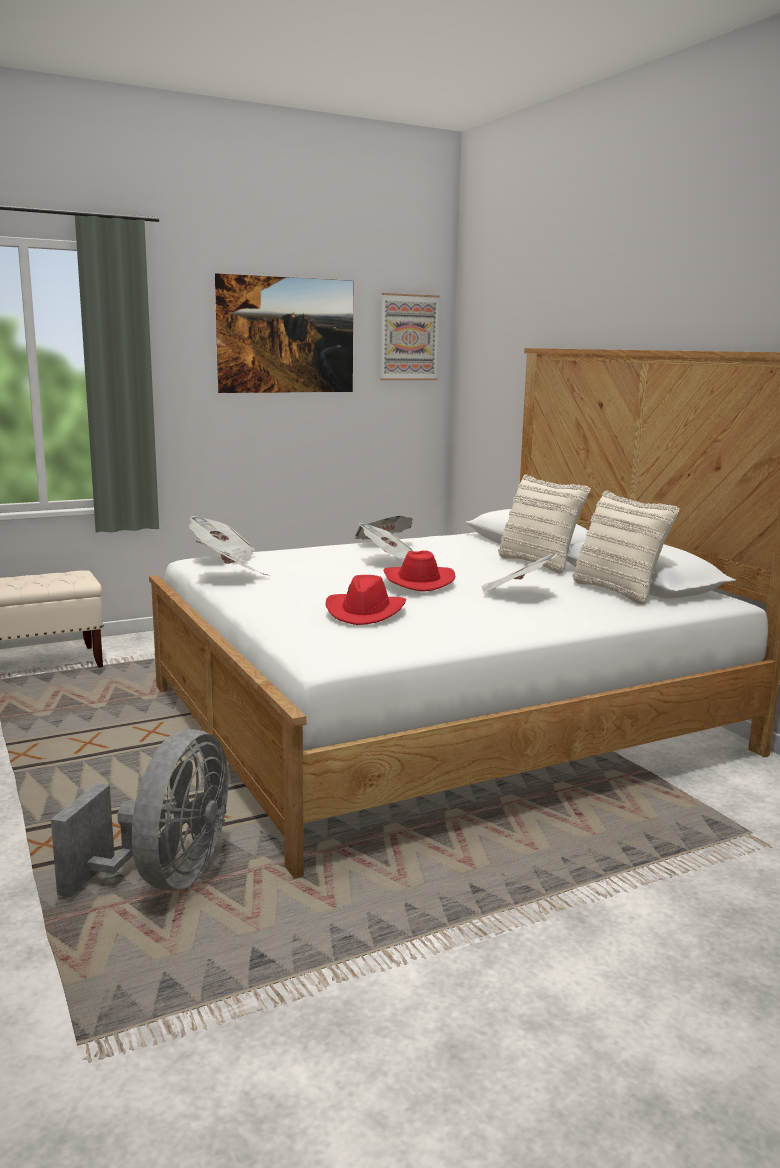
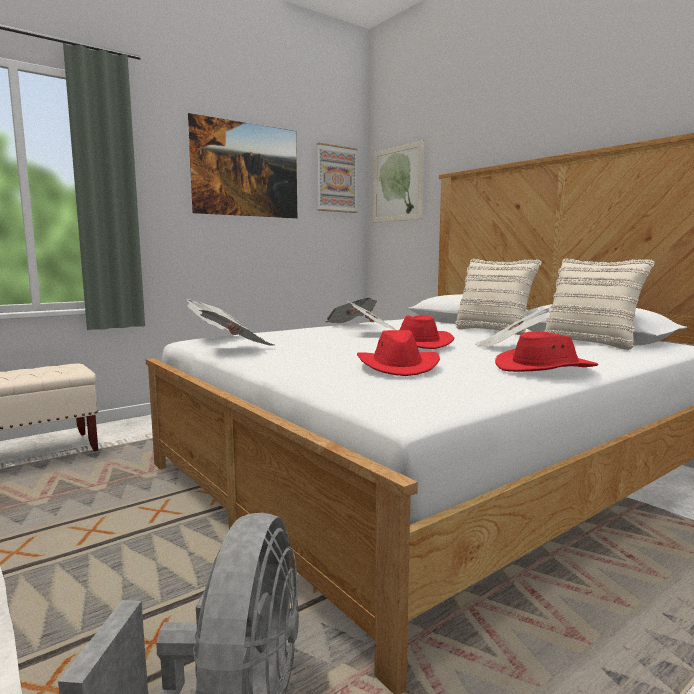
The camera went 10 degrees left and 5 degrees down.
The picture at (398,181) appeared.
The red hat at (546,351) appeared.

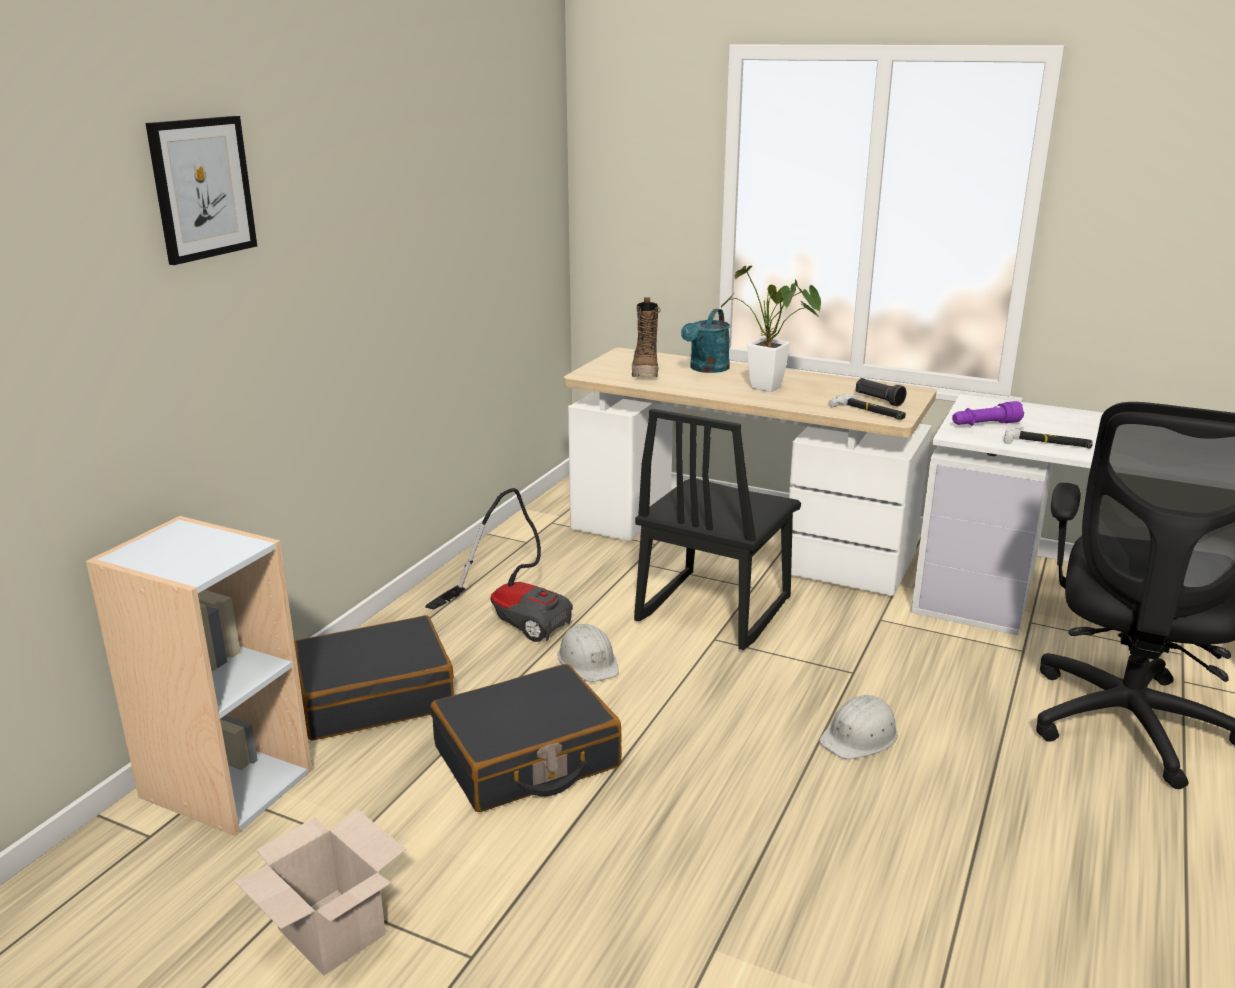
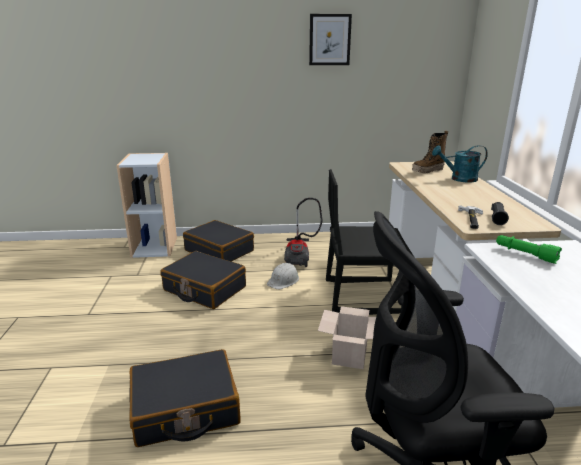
The camera went 60 degrees right and 0 degrees up.
The black suitcase at (185,398) appeared.
The picture moved from (201,190) to (330,39).
The cardboard box moved from (320,892) to (347,337).
The purple flashlight at (988,413) became the green flashlight at (529,249).
The potted plant at (770,329) disappeared.
The white hard hat at (858,727) disappeared.
The hammer at (1048,438) disappeared.

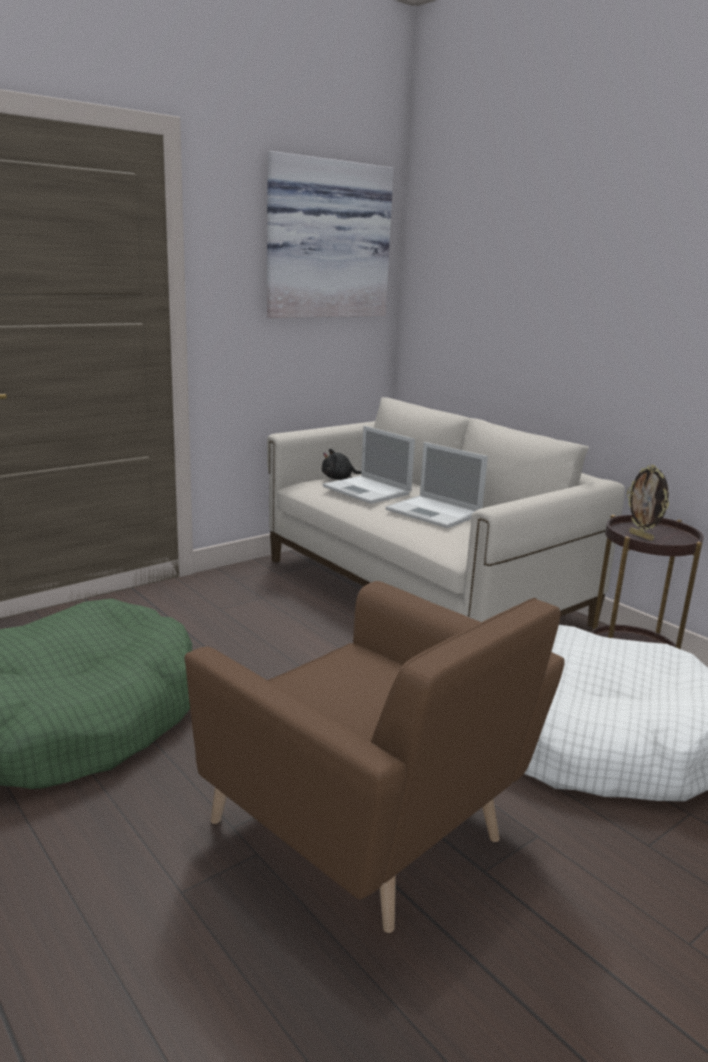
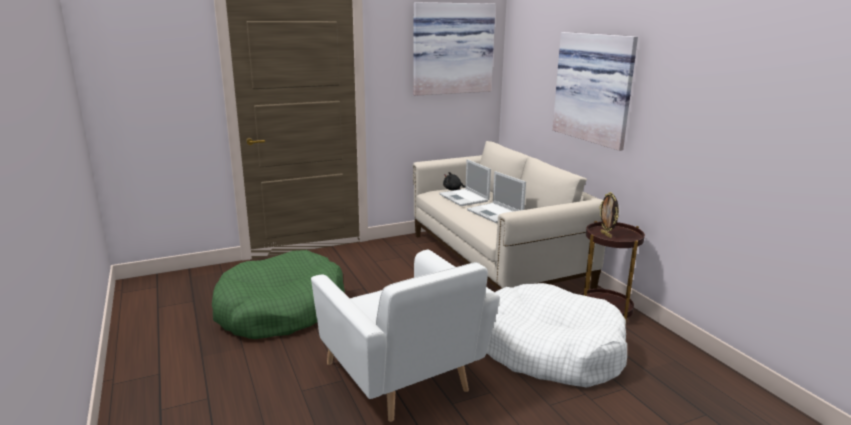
The camera went 15 degrees right and 0 degrees up.
The brown armchair at (374,757) became the white armchair at (405,336).
The picture at (595,91) appeared.

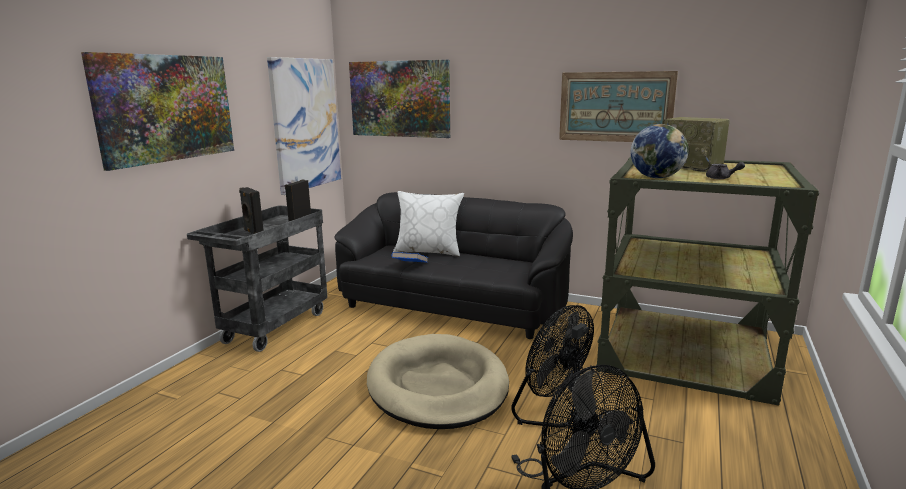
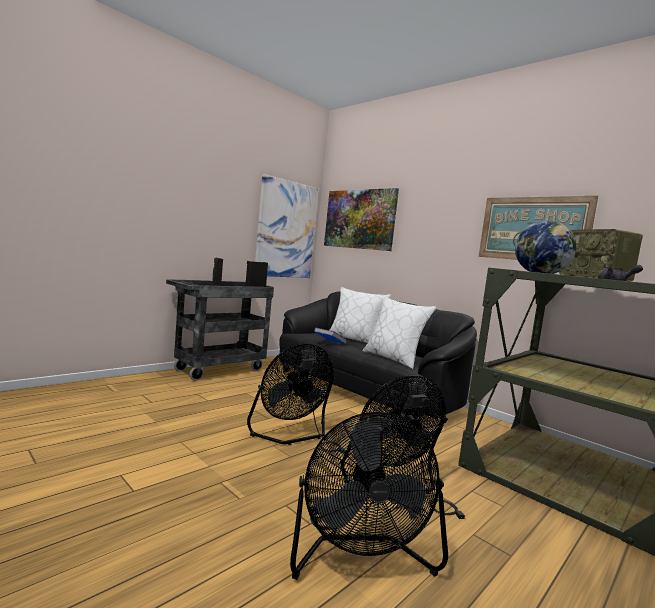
The camera went 20 degrees right and 10 degrees down.
The beige dog bed at (438,381) was replaced by the black fan at (296,398).
The white pillow at (399,333) appeared.
The picture at (157,111) disappeared.

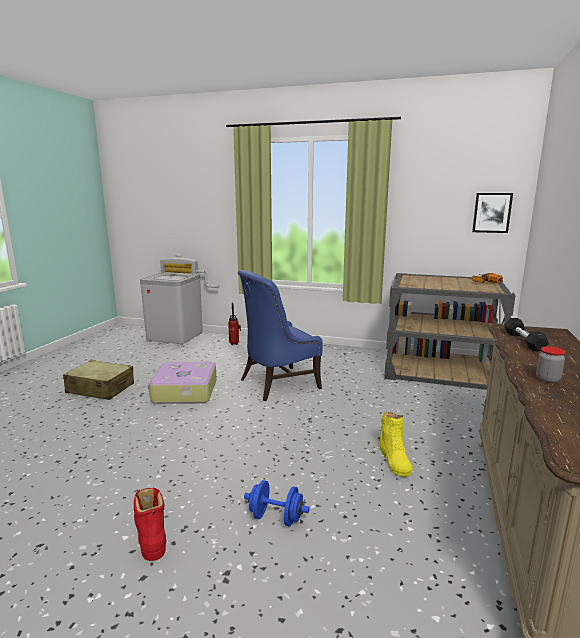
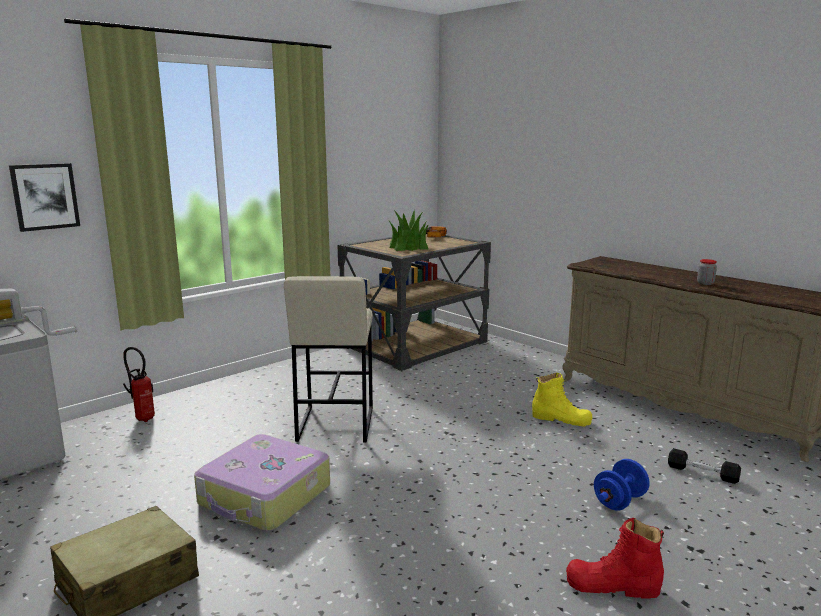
The camera went 60 degrees left and 0 degrees up.
The picture moved from (492,213) to (44,197).
The blue chair at (280,335) was replaced by the beige stool at (328,359).
The potted plant at (409,230) appeared.
The black dumbbell moved from (526,334) to (704,466).

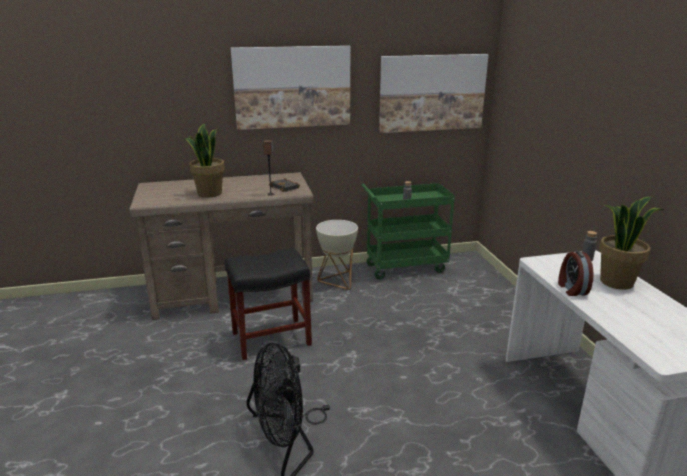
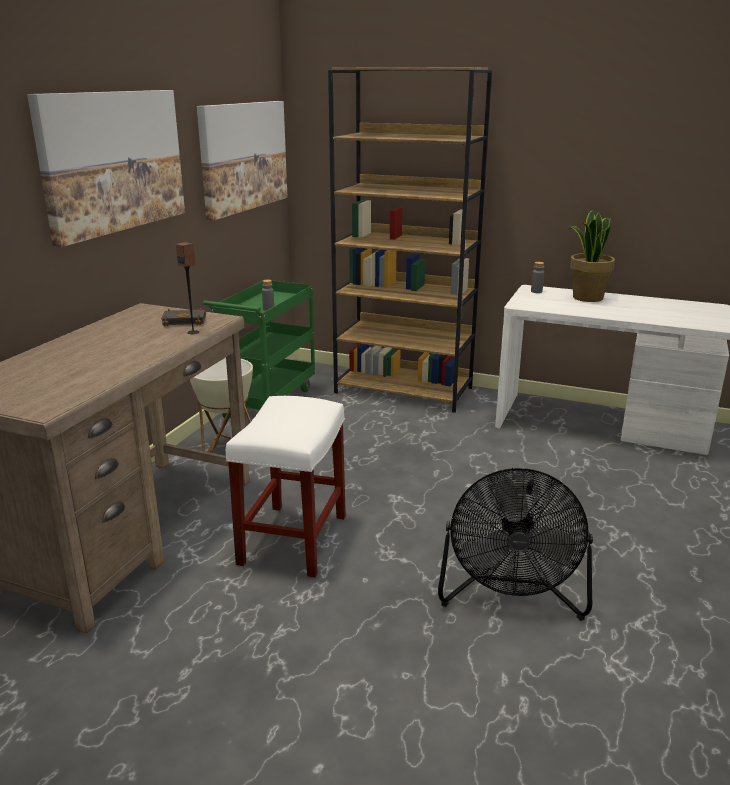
The camera went 55 degrees left and 0 degrees up.
The black stool at (268,304) became the white stool at (286,486).
The brown bookcase at (410,240) appeared.
The potted plant at (204,161) disappeared.
The alarm clock at (576,273) disappeared.

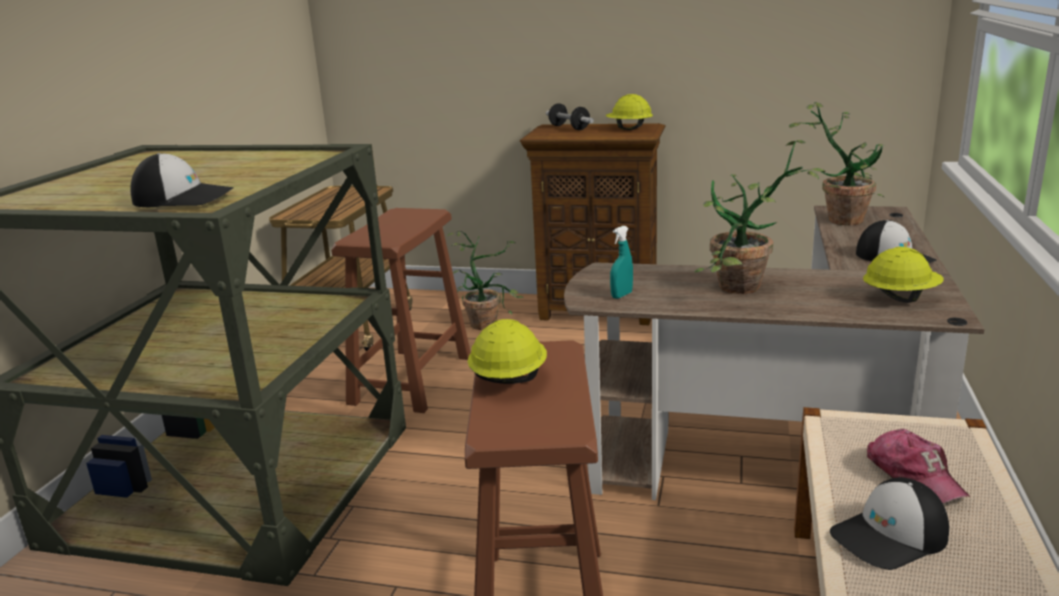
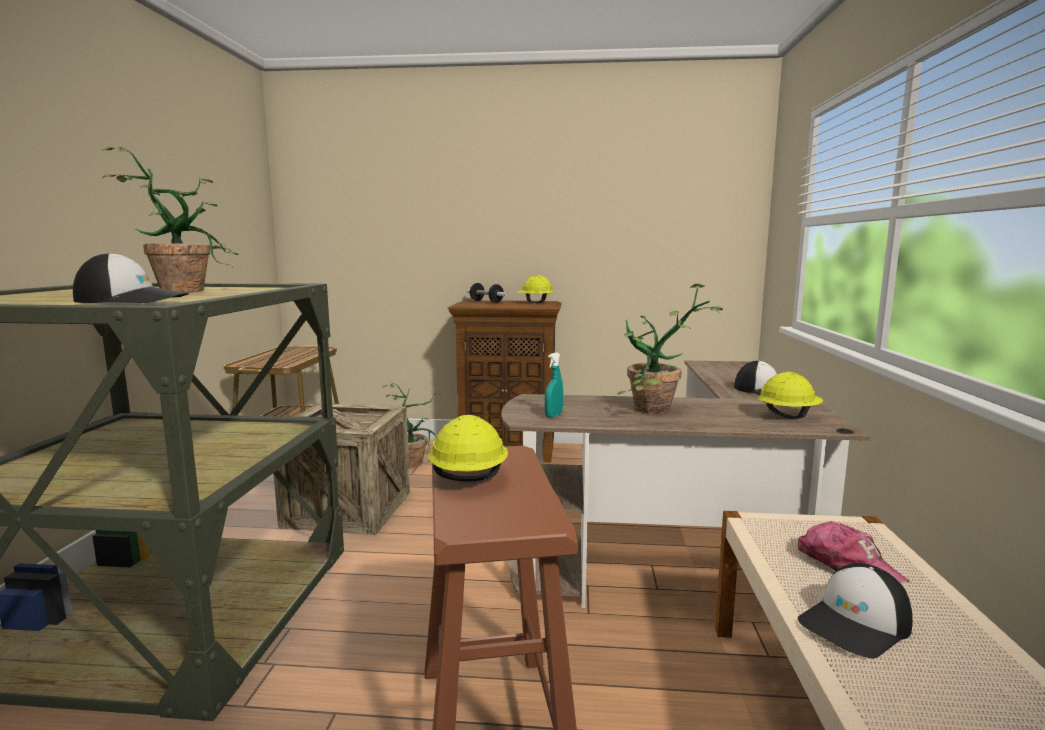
The camera went 10 degrees left and 10 degrees down.
The potted plant moved from (837,163) to (170,220).
The brown stool at (401,310) was replaced by the crate at (342,469).

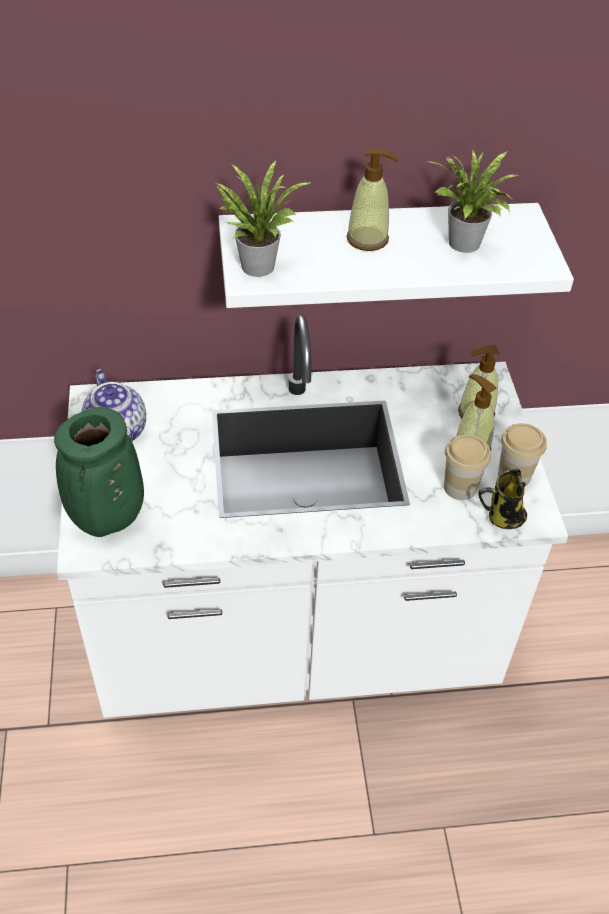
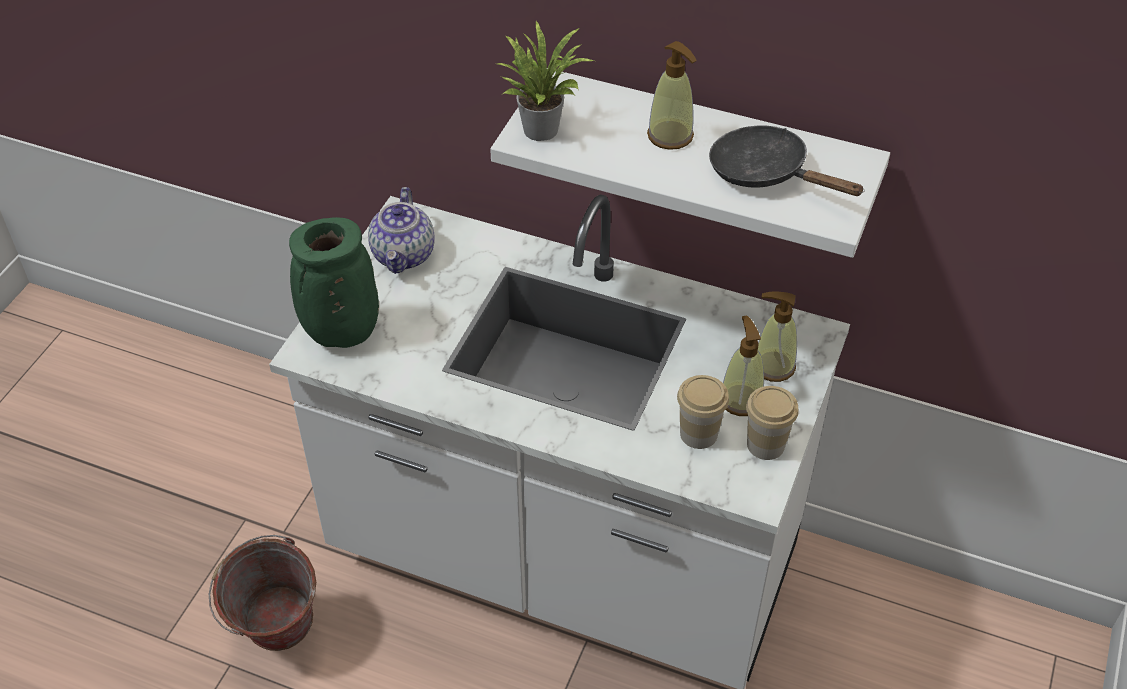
The camera went 30 degrees right and 0 degrees up.
The bucket at (262,593) appeared.
The potted plant at (472,201) was replaced by the black frying pan at (787,160).
The mug at (502,498) disappeared.

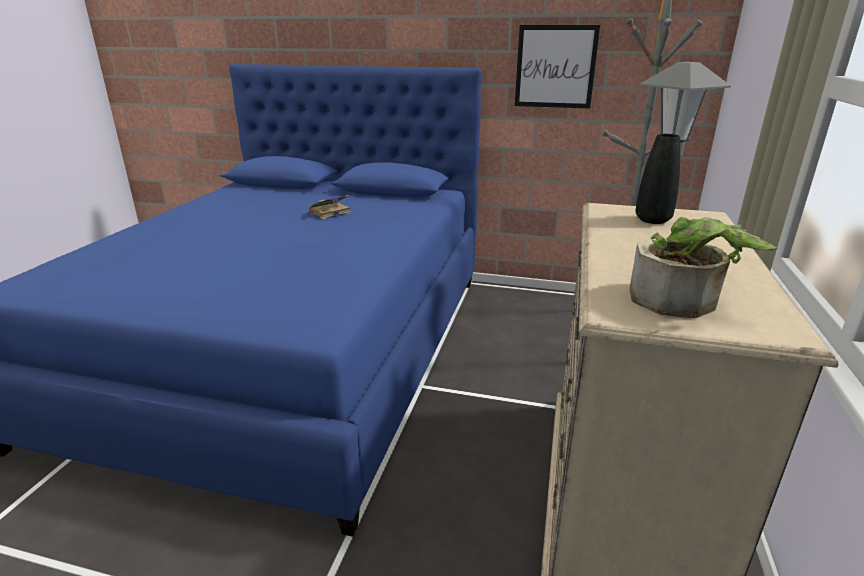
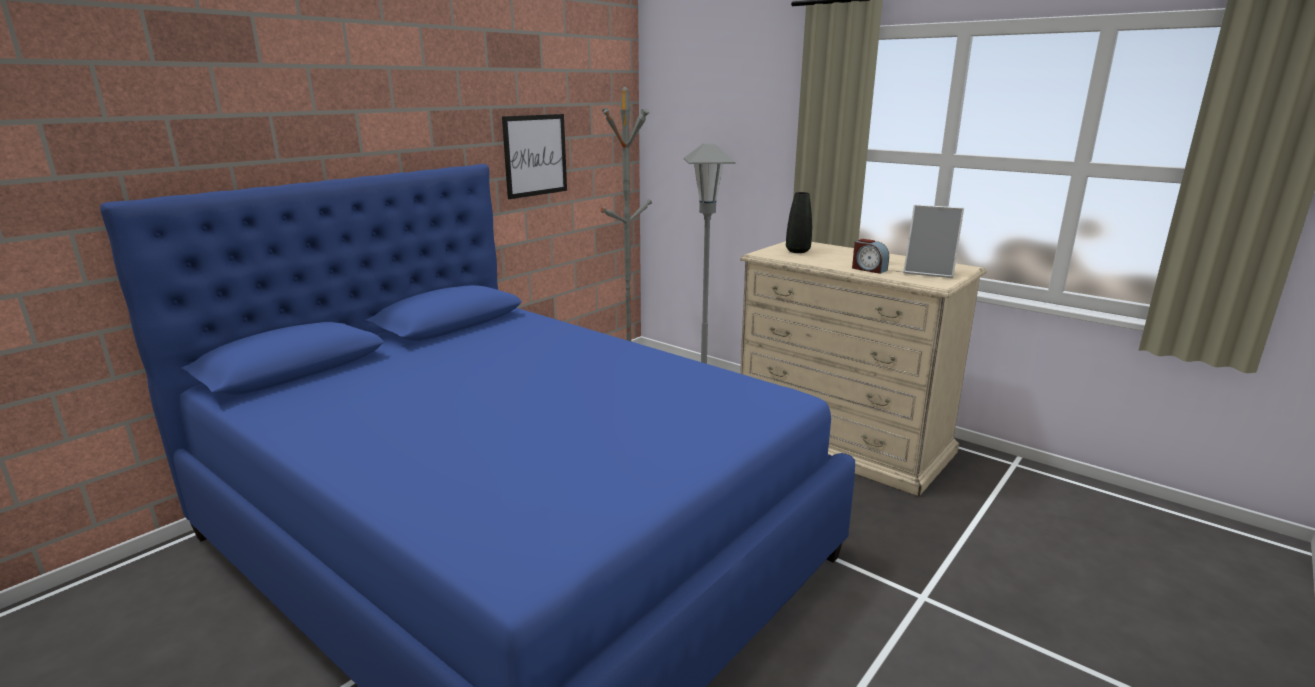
The camera went 65 degrees left and 5 degrees down.
The alarm clock at (870,256) appeared.
The potted plant at (704,267) was replaced by the picture frame at (933,241).
The book at (328,207) disappeared.

